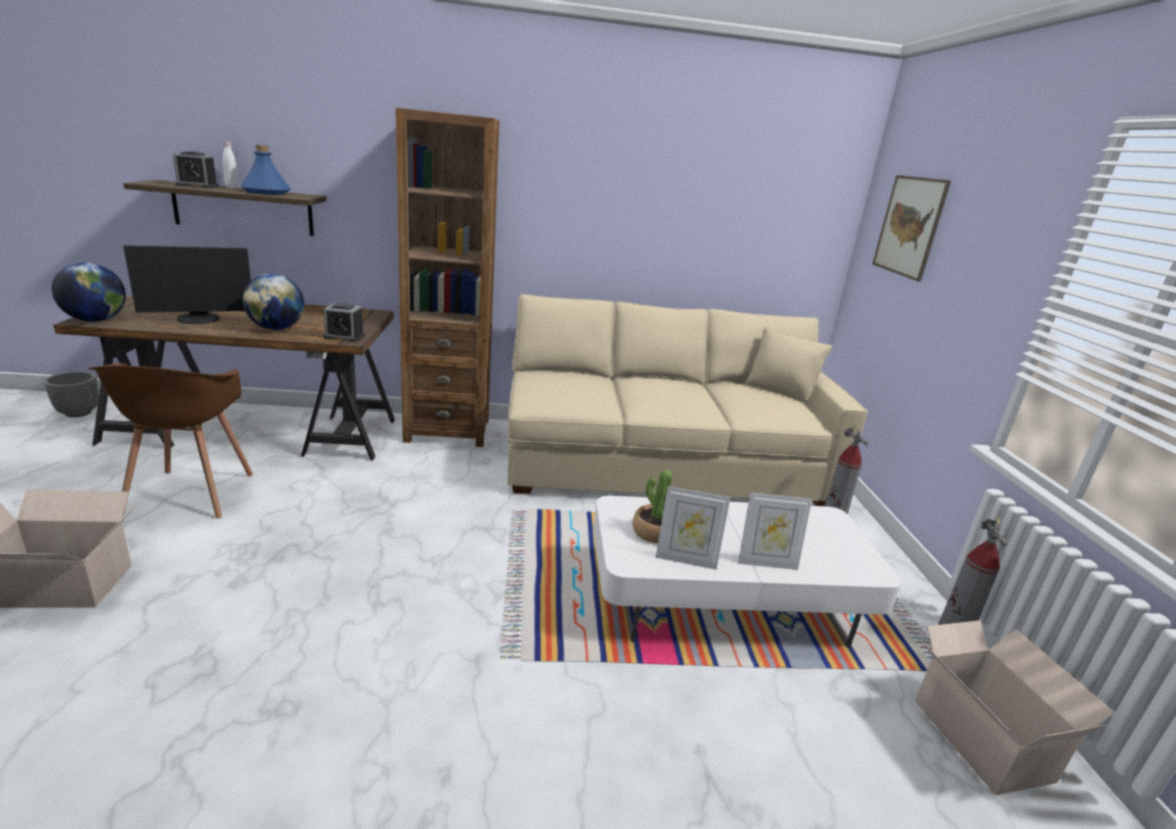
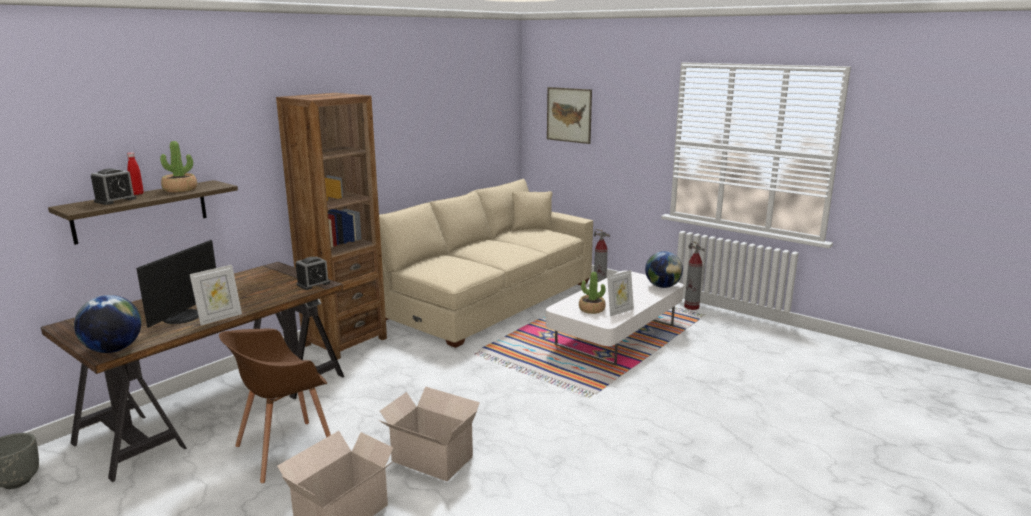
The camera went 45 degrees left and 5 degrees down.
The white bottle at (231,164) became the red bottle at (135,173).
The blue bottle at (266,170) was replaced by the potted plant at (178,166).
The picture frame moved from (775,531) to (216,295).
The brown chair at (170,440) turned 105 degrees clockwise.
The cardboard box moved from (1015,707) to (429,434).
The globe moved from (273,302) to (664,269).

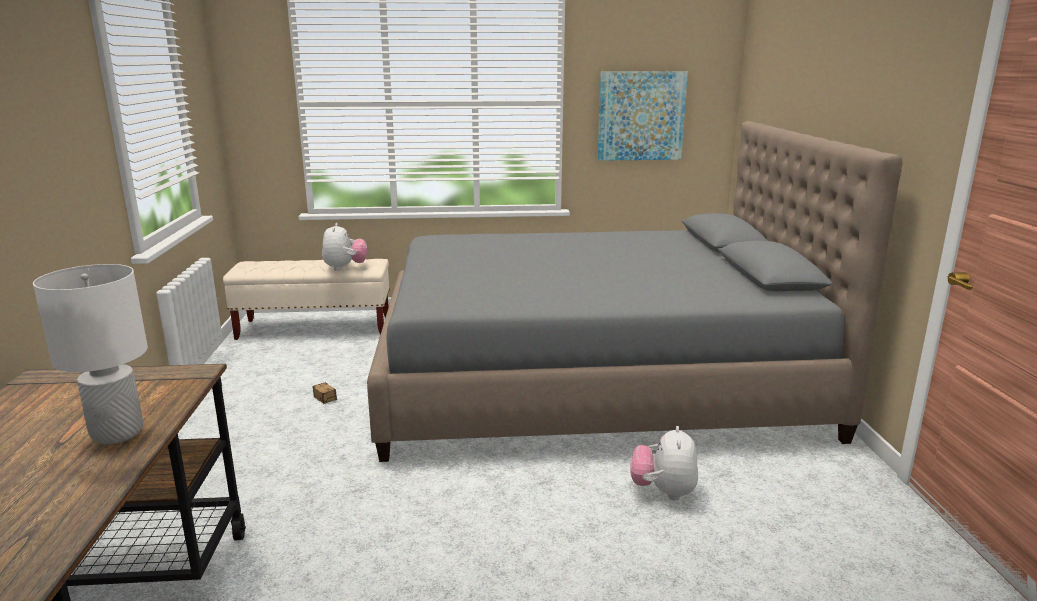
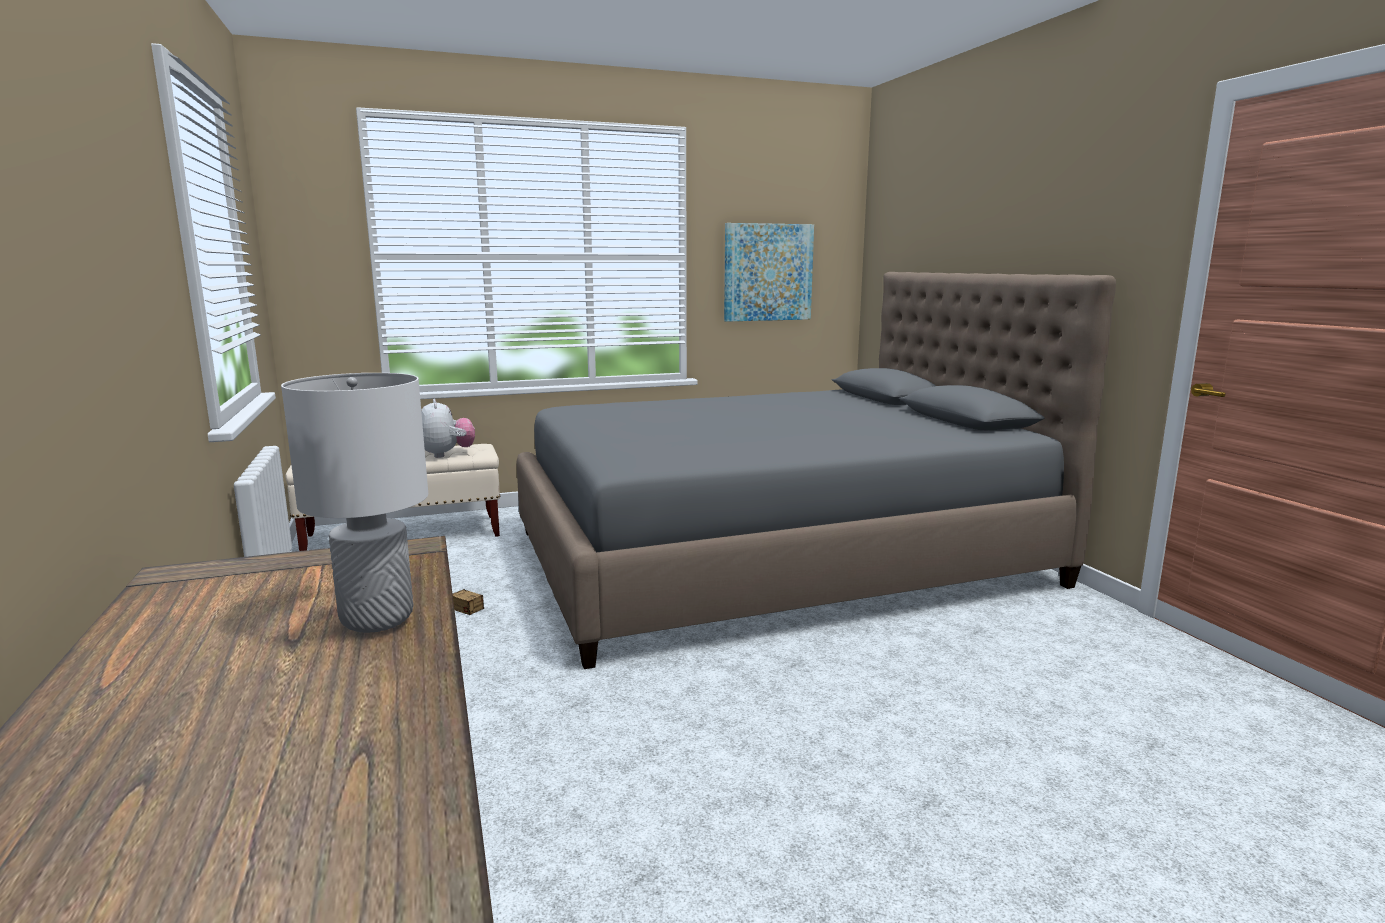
The camera went 15 degrees left and 5 degrees down.
The plush toy at (664,463) disappeared.

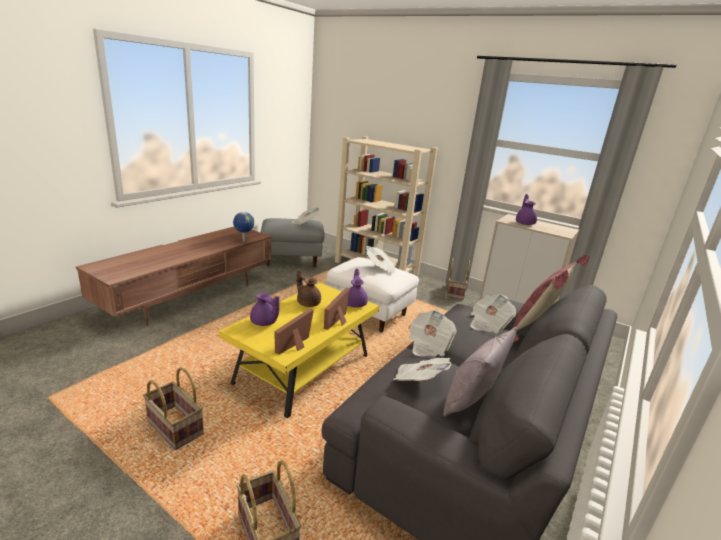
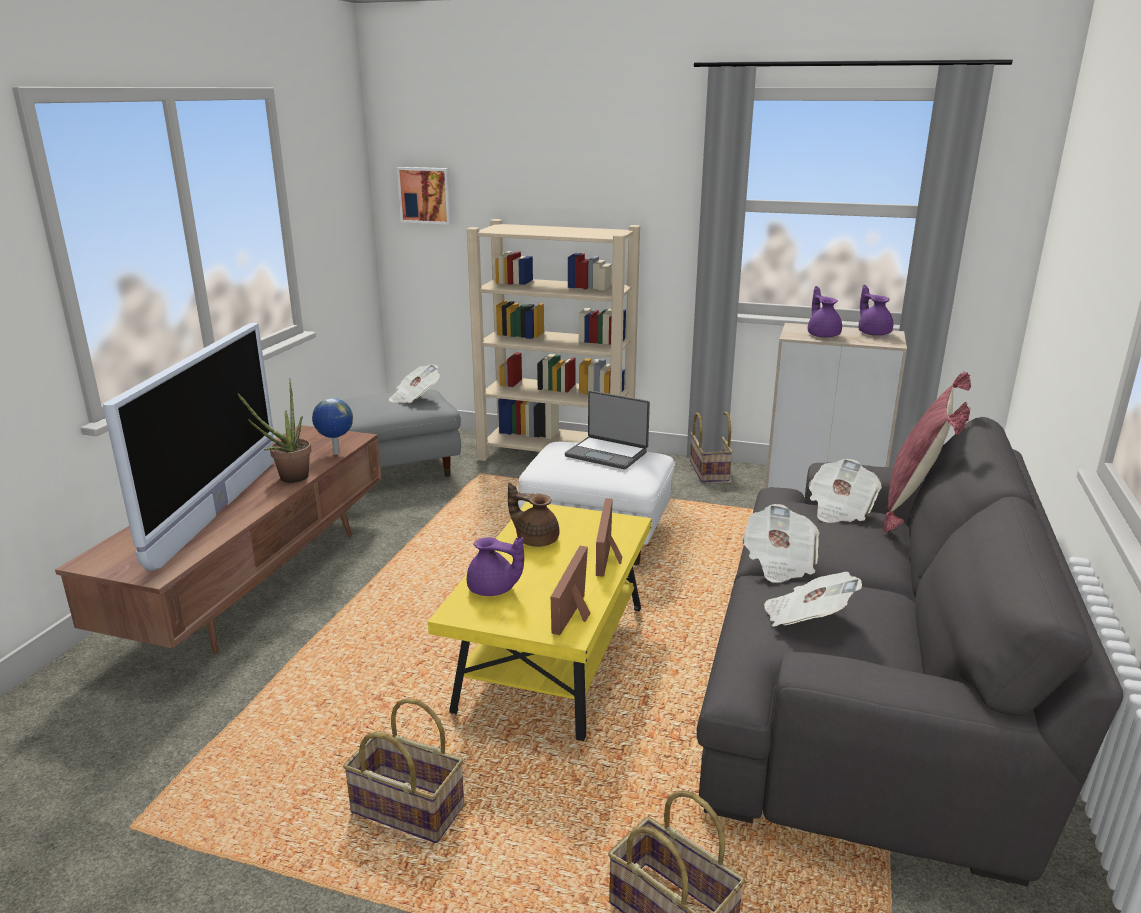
The camera went 15 degrees left and 0 degrees up.
The television at (189,447) appeared.
The potted plant at (274,430) appeared.
The picture at (424,196) appeared.
The newspaper at (381,259) was replaced by the laptop at (607,430).
The purple teapot moved from (357,288) to (875,310).
The purple pillow at (480,371) disappeared.

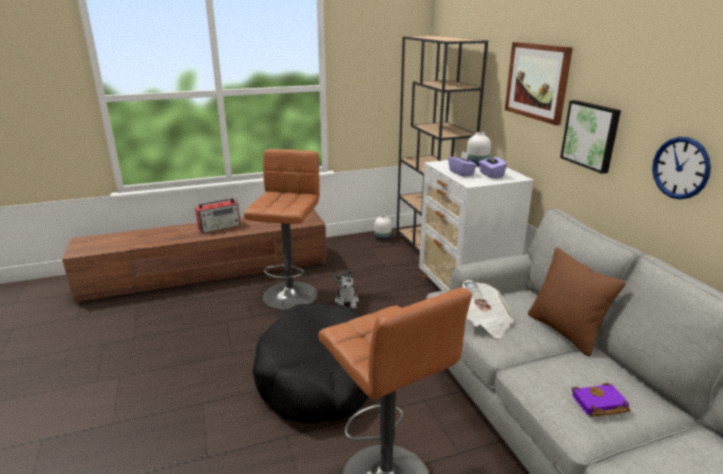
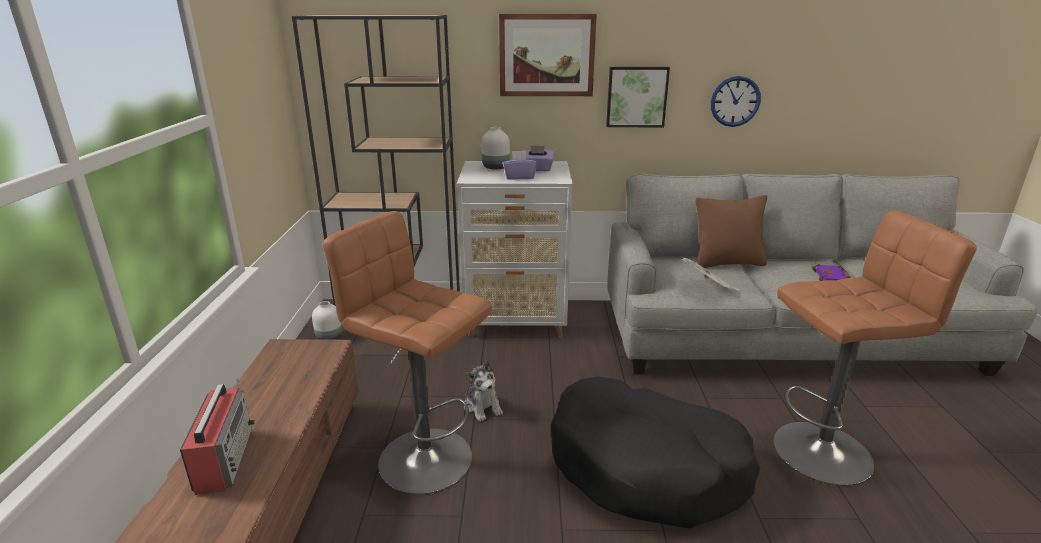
The camera went 70 degrees left and 0 degrees up.
The plush toy at (346,289) turned 45 degrees clockwise.

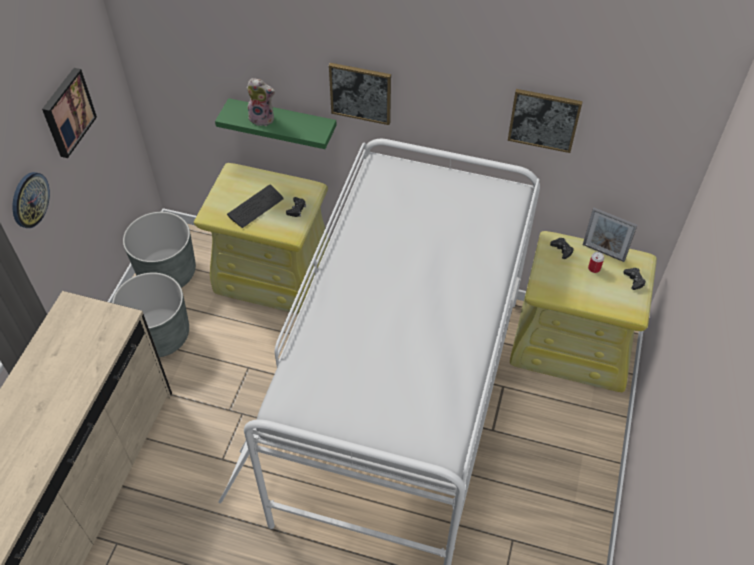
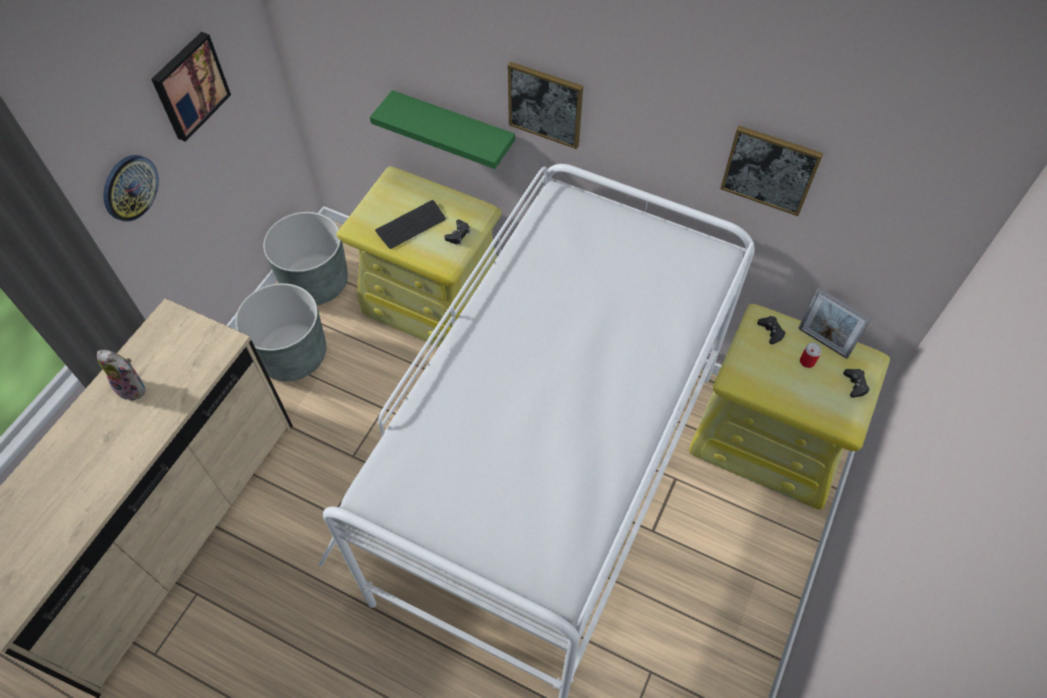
The camera went 10 degrees right and 5 degrees up.
The plush toy moved from (261,102) to (121,375).

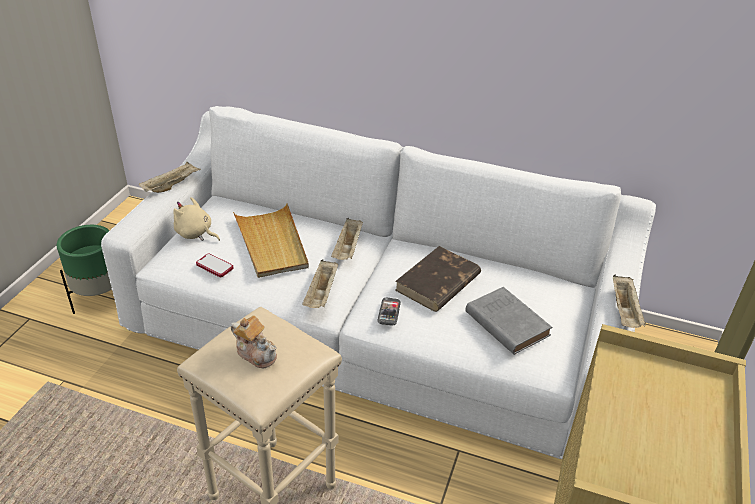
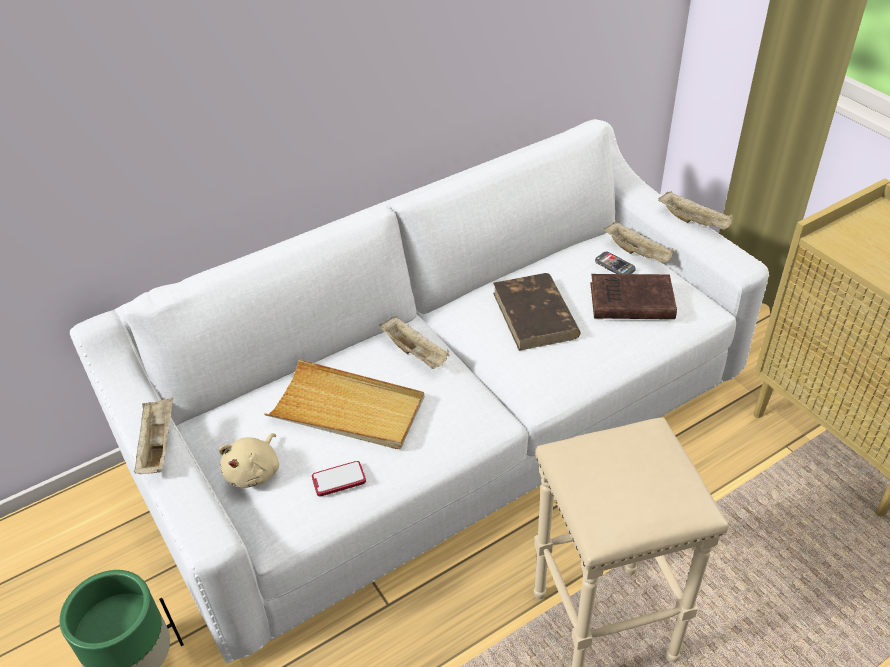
The camera went 50 degrees left and 5 degrees up.
The beige plush toy at (196,219) turned 45 degrees counterclockwise.
The grey book at (509,321) became the brown book at (634,296).
The phone moved from (389,311) to (615,263).
The beige tray moved from (320,283) to (638,242).
The teapot at (254,342) disappeared.

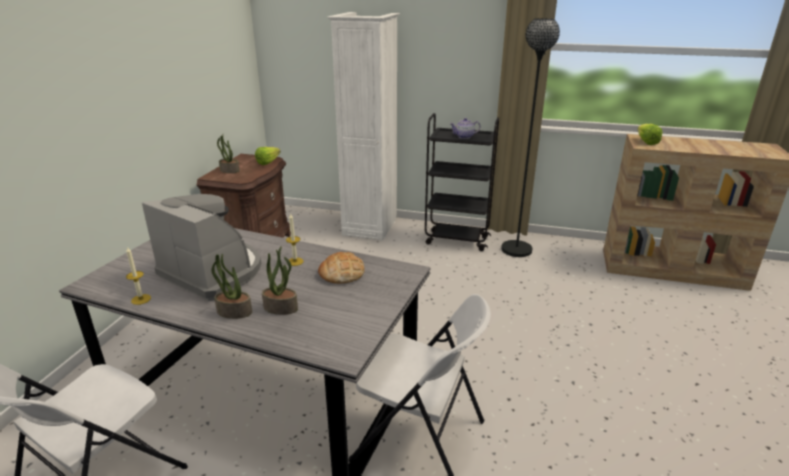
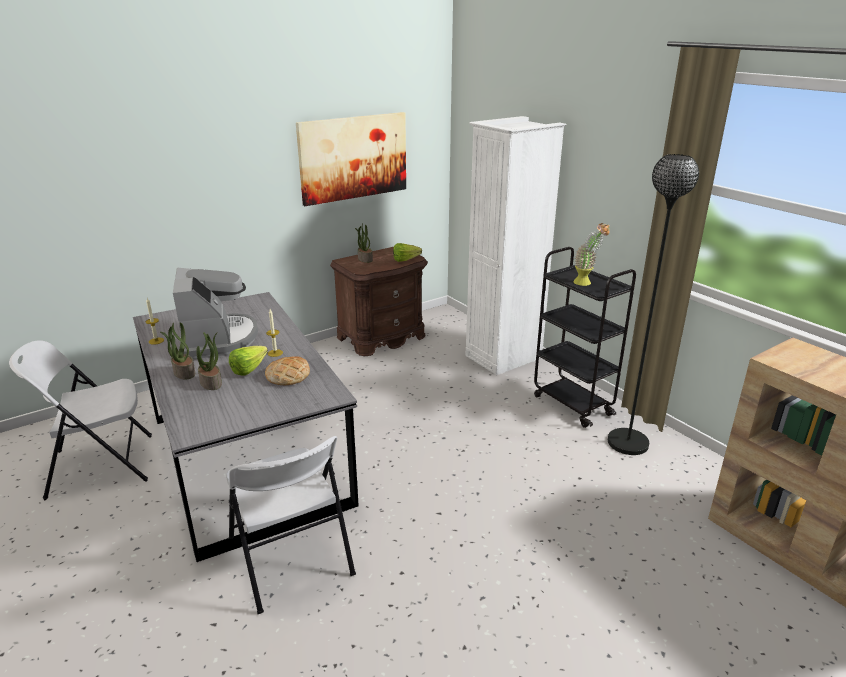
The camera went 40 degrees right and 0 degrees up.
The lettuce moved from (650,134) to (248,361).
The picture at (351,159) appeared.
The teapot at (465,128) was replaced by the potted plant at (591,254).

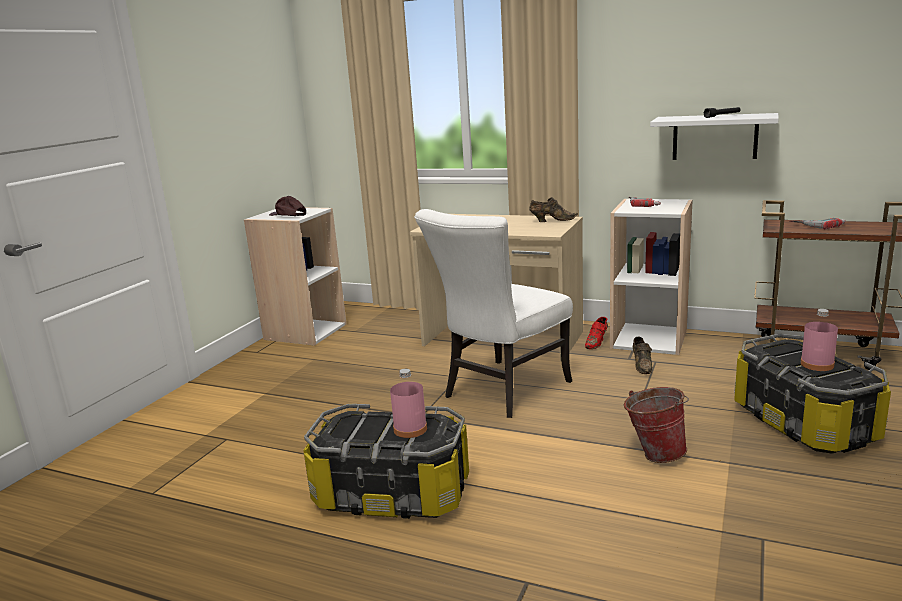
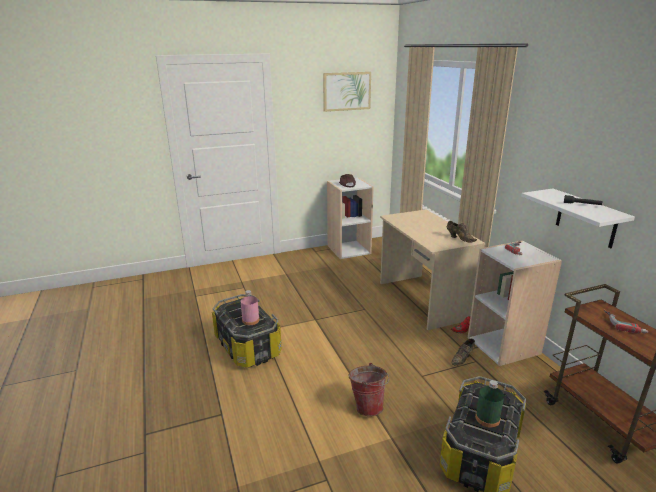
The camera went 45 degrees right and 5 degrees up.
The picture at (347,92) appeared.
The pink bottle at (819,340) became the green bottle at (489,404).
The white chair at (493,313) disappeared.

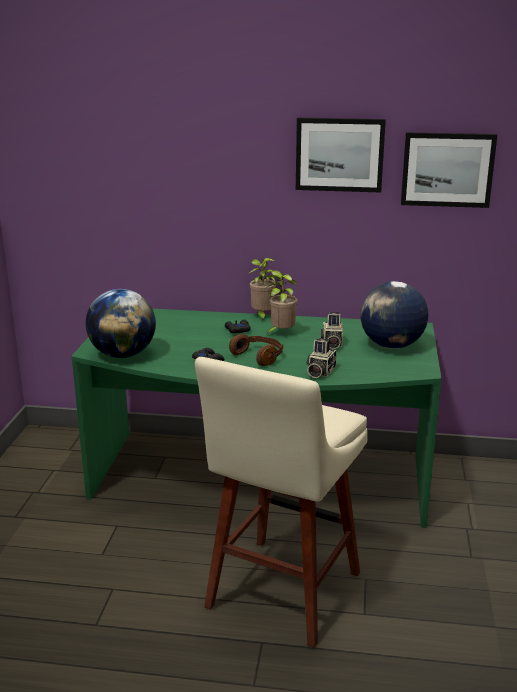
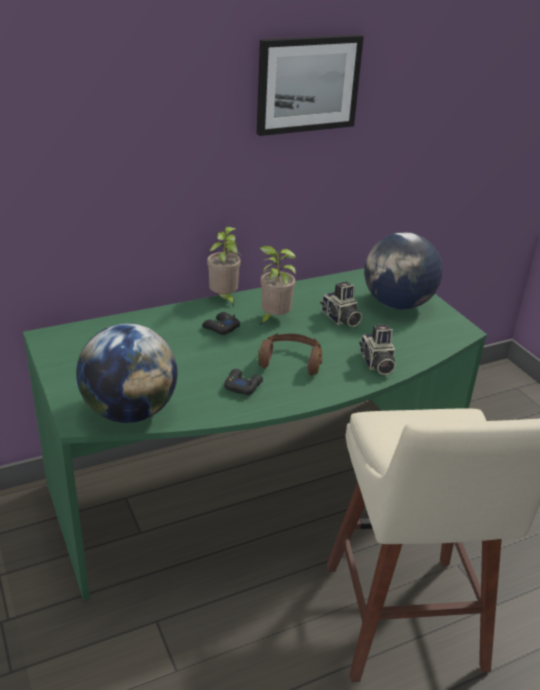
The camera went 35 degrees left and 10 degrees up.
The picture at (449,170) disappeared.

